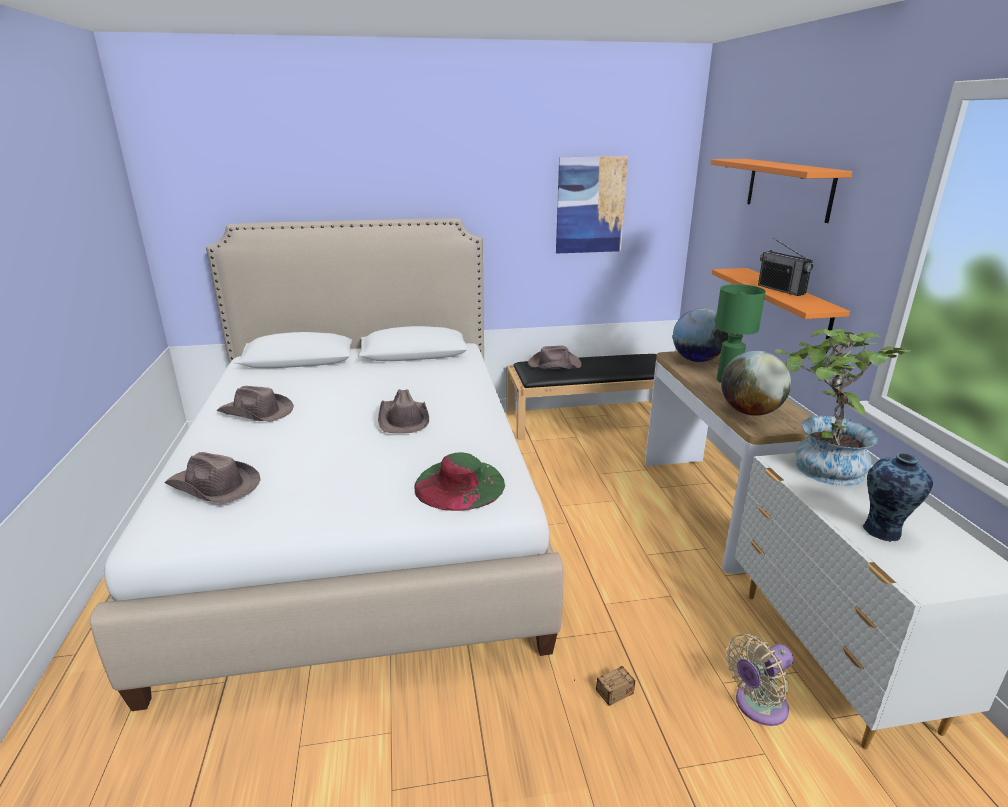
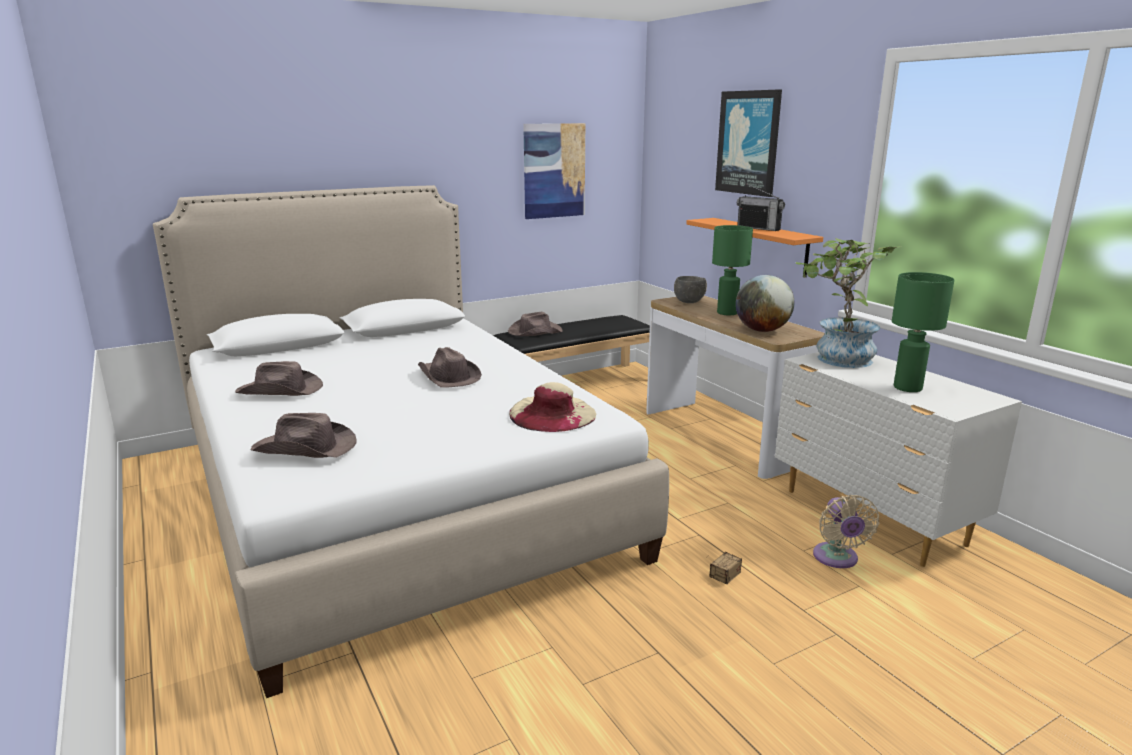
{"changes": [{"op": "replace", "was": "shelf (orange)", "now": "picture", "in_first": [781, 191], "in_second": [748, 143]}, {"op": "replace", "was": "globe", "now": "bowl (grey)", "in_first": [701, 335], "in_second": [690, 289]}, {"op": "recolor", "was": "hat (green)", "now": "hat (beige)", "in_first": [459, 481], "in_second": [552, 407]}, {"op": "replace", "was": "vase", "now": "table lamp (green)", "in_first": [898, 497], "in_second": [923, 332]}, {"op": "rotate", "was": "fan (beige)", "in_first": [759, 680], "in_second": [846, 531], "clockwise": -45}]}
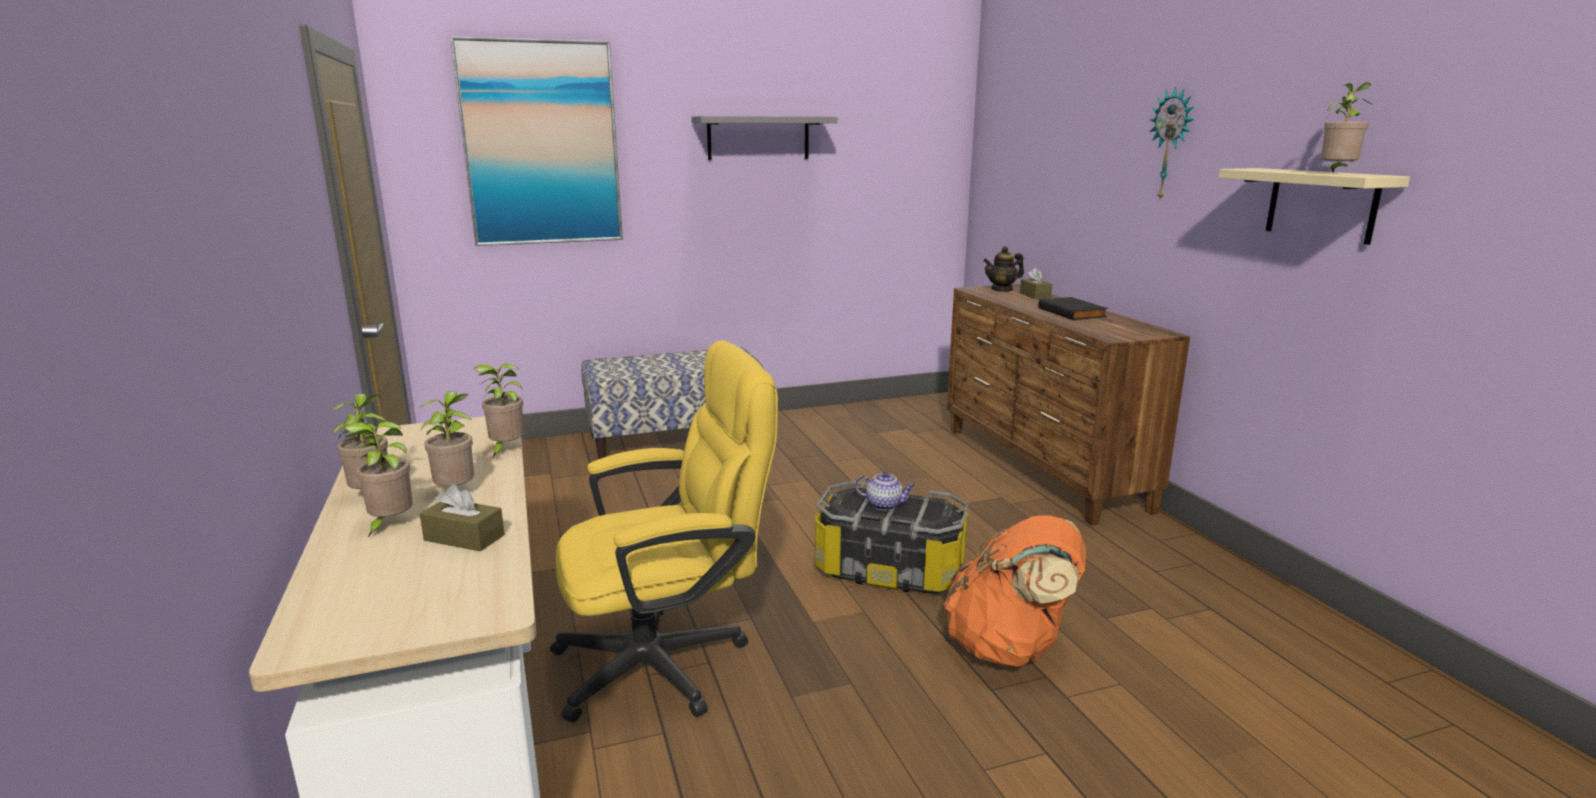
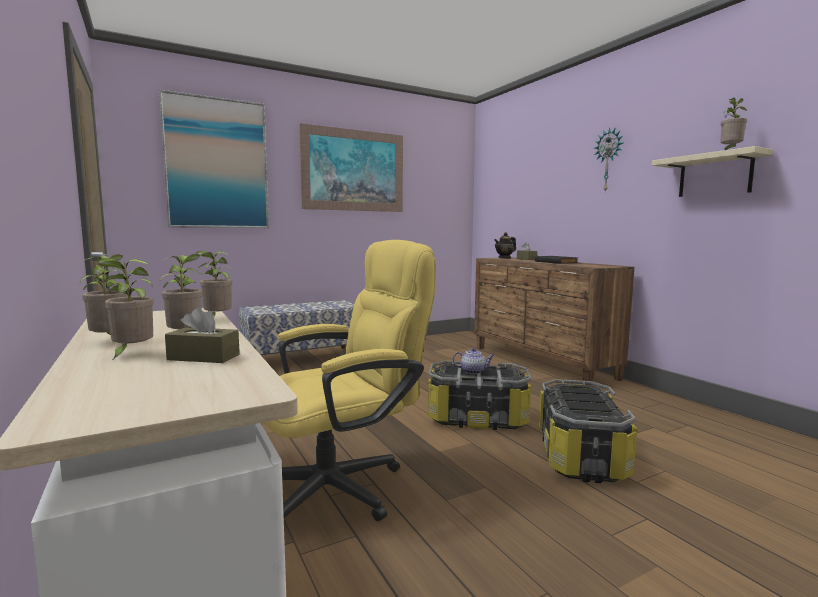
{"changes": [{"op": "replace", "was": "shelf (grey)", "now": "picture", "in_first": [764, 138], "in_second": [351, 167]}, {"op": "replace", "was": "backpack (orange)", "now": "storage box", "in_first": [1015, 590], "in_second": [588, 431]}]}
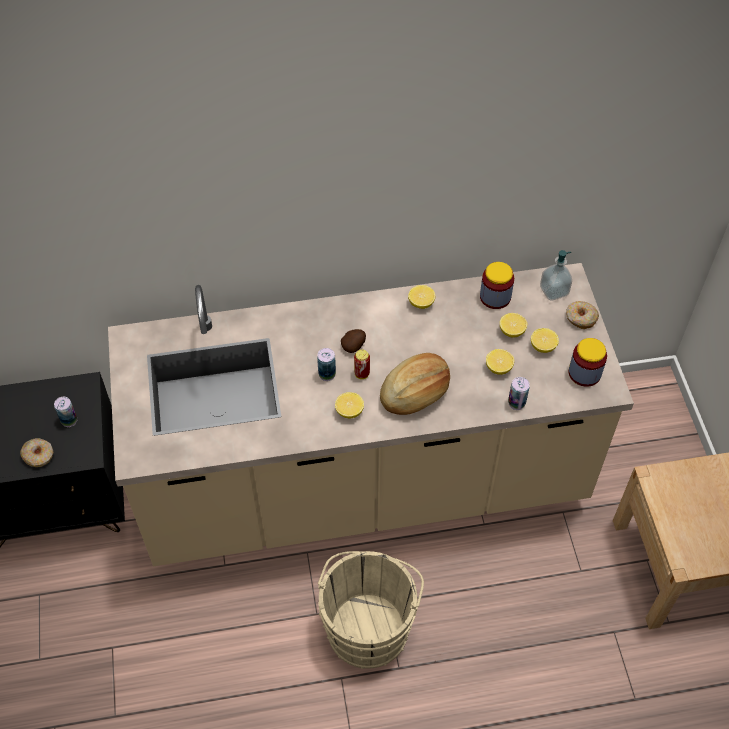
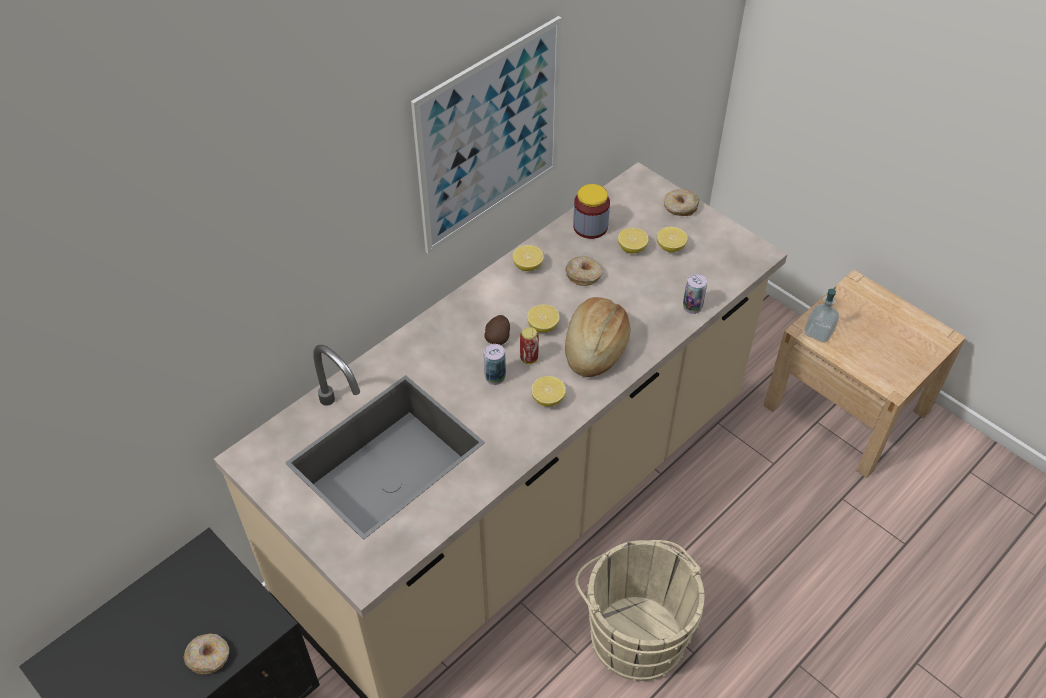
{"changes": [{"op": "move", "was": "soap dispenser", "in_first": [556, 275], "in_second": [822, 315]}, {"op": "delete", "was": "jar", "in_first": [588, 362]}, {"op": "move", "was": "lemon", "in_first": [500, 362], "in_second": [543, 319]}, {"op": "delete", "was": "can", "in_first": [65, 412]}, {"op": "insert", "now": "picture", "in_second": [486, 135]}, {"op": "insert", "now": "donut", "in_second": [584, 271]}]}
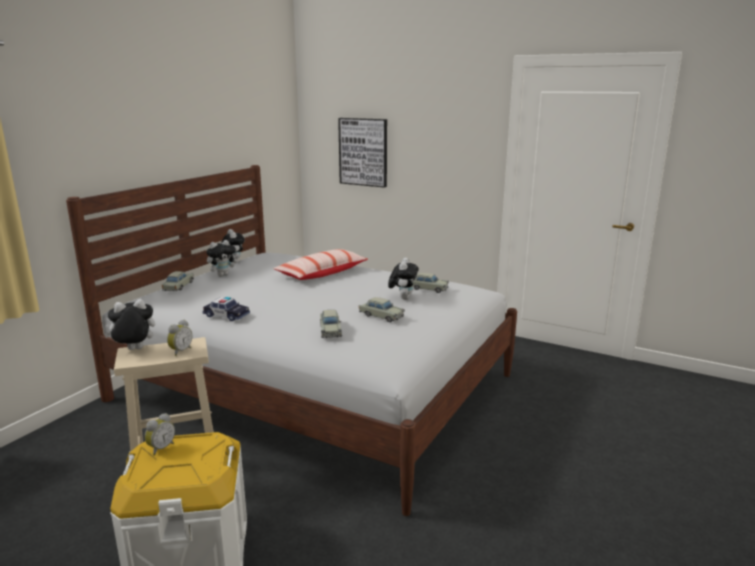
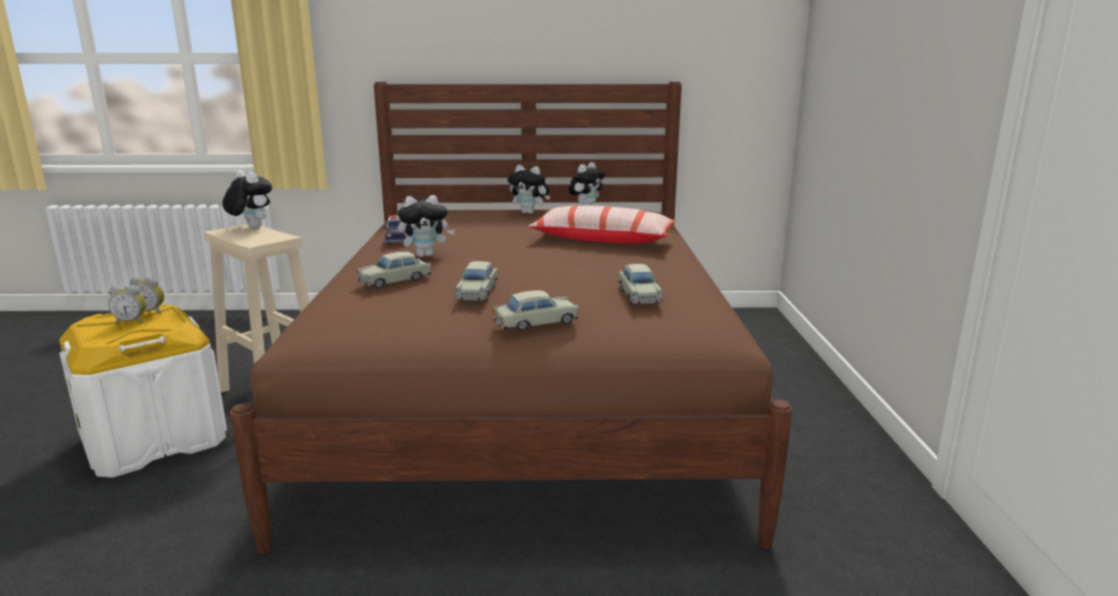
{"changes": [{"op": "delete", "was": "picture", "in_first": [362, 153]}, {"op": "recolor", "was": "bed (white)", "now": "bed (brown)", "in_first": [291, 340], "in_second": [511, 317]}, {"op": "move", "was": "plush toy", "in_first": [403, 279], "in_second": [426, 226]}, {"op": "move", "was": "toy car (beige)", "in_first": [178, 281], "in_second": [535, 311]}, {"op": "move", "was": "alarm clock", "in_first": [179, 338], "in_second": [127, 304]}]}
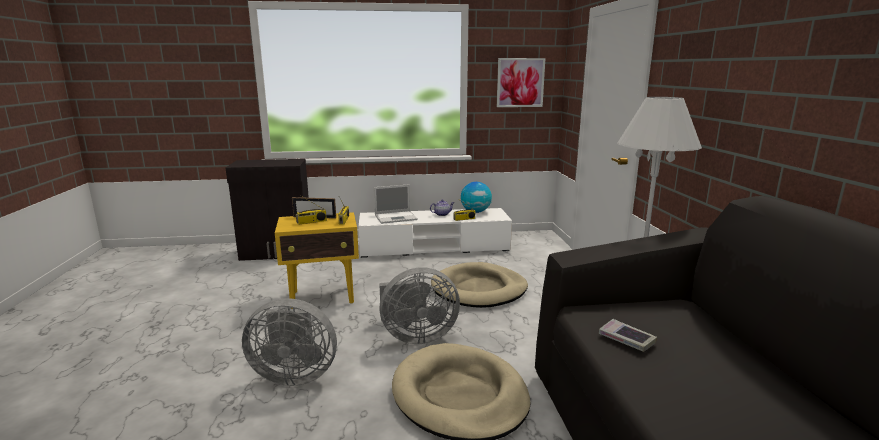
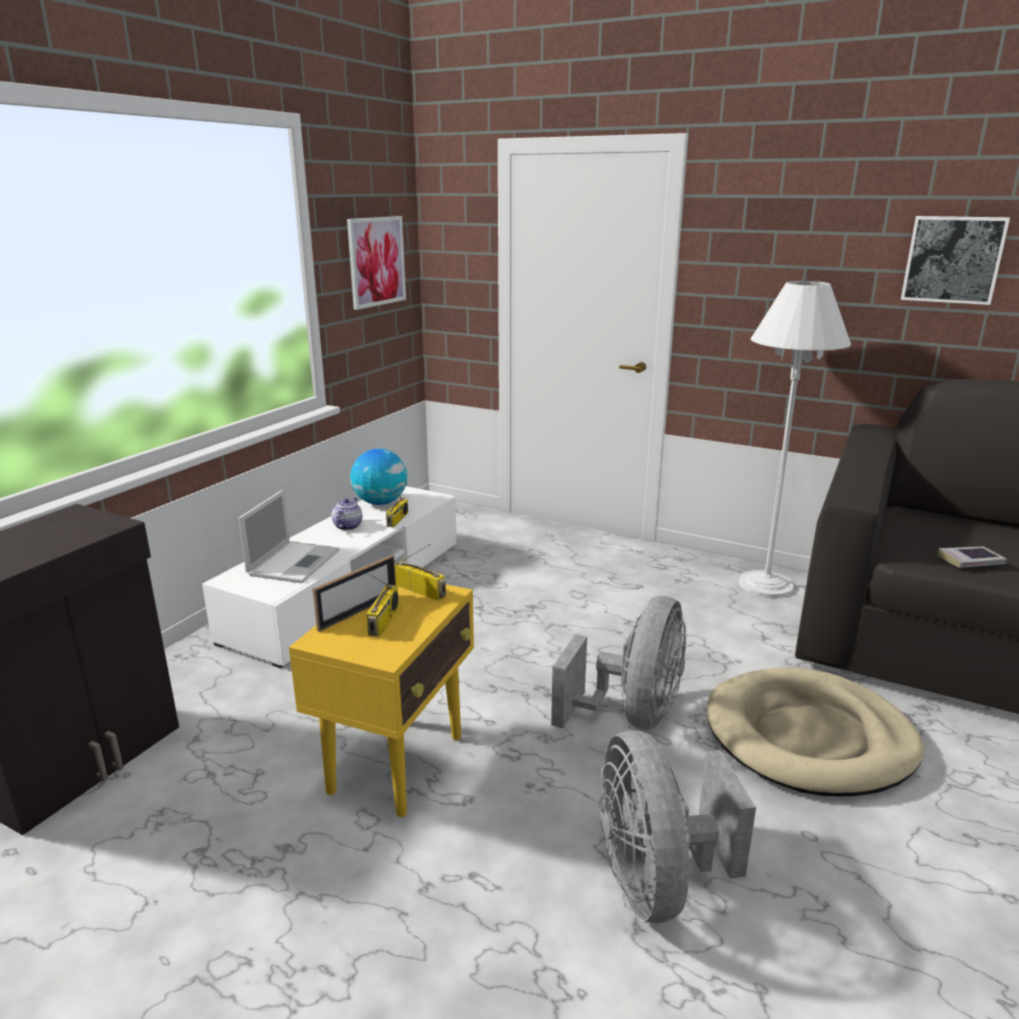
{"changes": [{"op": "delete", "was": "dog bed (beige)", "in_first": [479, 285]}, {"op": "rotate", "was": "fan (grey)", "in_first": [289, 342], "in_second": [677, 826], "clockwise": 135}, {"op": "insert", "now": "picture", "in_second": [955, 260]}]}
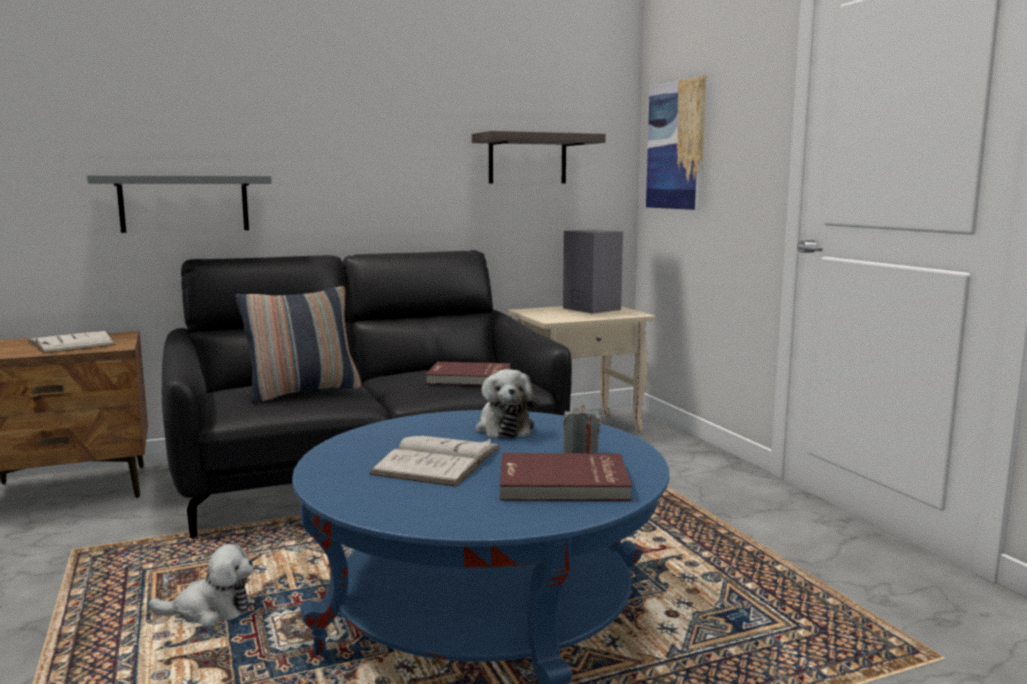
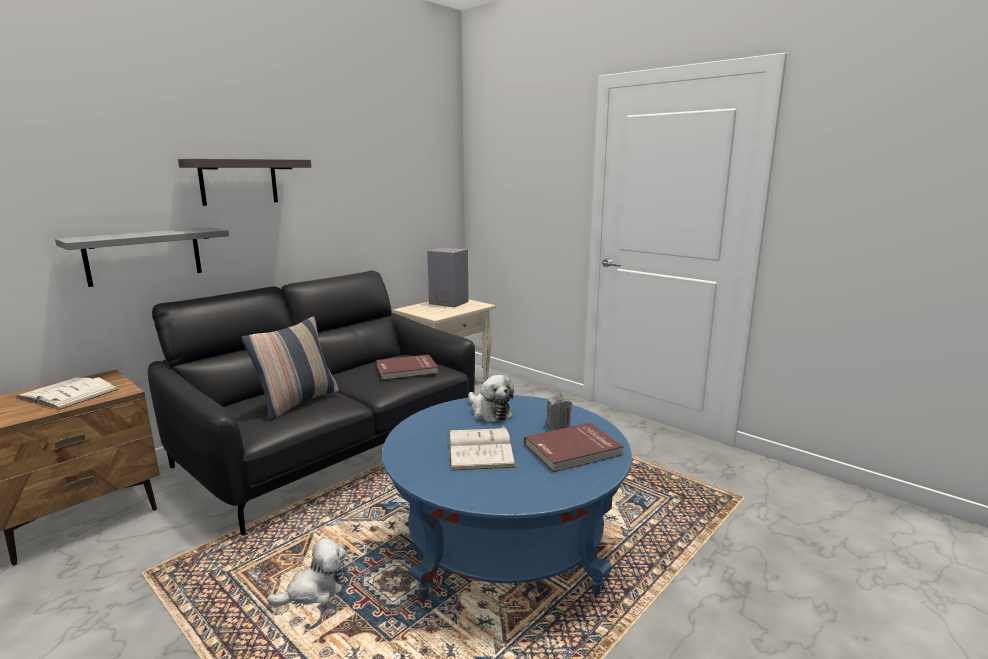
{"changes": [{"op": "delete", "was": "picture", "in_first": [676, 143]}, {"op": "move", "was": "shelf", "in_first": [539, 157], "in_second": [244, 182]}]}
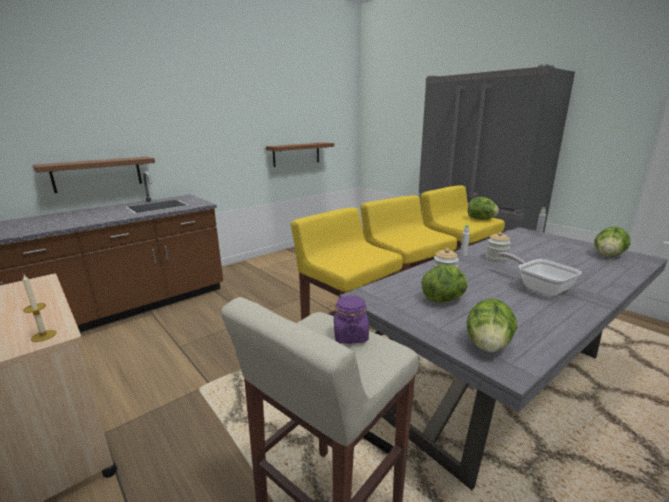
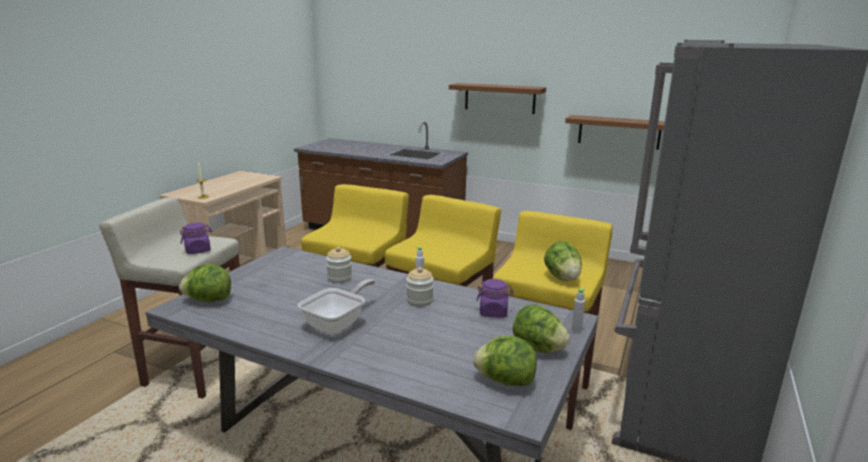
{"changes": [{"op": "move", "was": "shelf (brown)", "in_first": [94, 175], "in_second": [497, 98]}, {"op": "move", "was": "lettuce", "in_first": [444, 284], "in_second": [541, 329]}, {"op": "insert", "now": "jar (purple)", "in_second": [494, 298]}]}
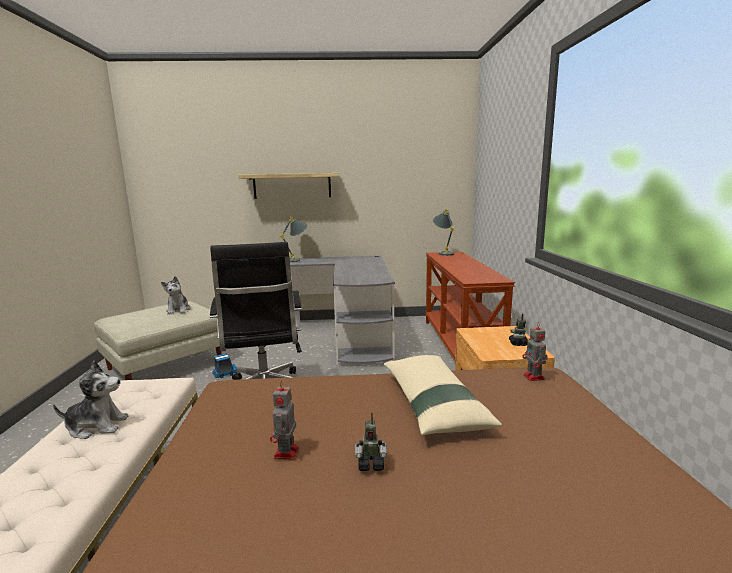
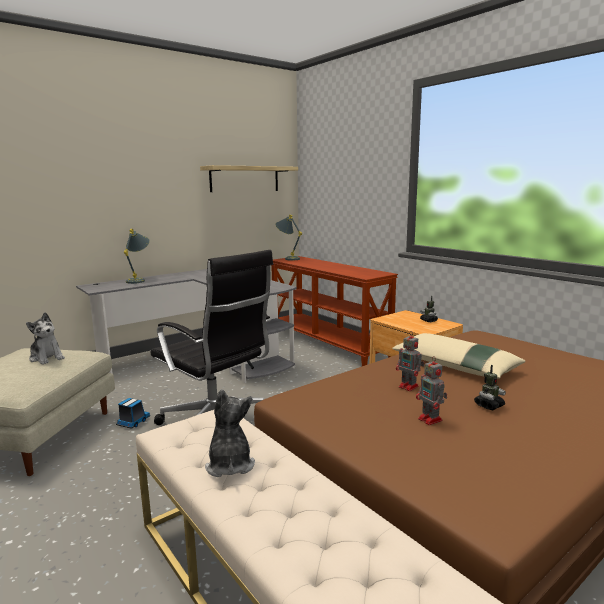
{"changes": [{"op": "move", "was": "shelf", "in_first": [288, 186], "in_second": [249, 178]}, {"op": "move", "was": "toy robot", "in_first": [535, 351], "in_second": [410, 361]}, {"op": "rotate", "was": "plush toy", "in_first": [91, 400], "in_second": [230, 433], "clockwise": -60}]}
